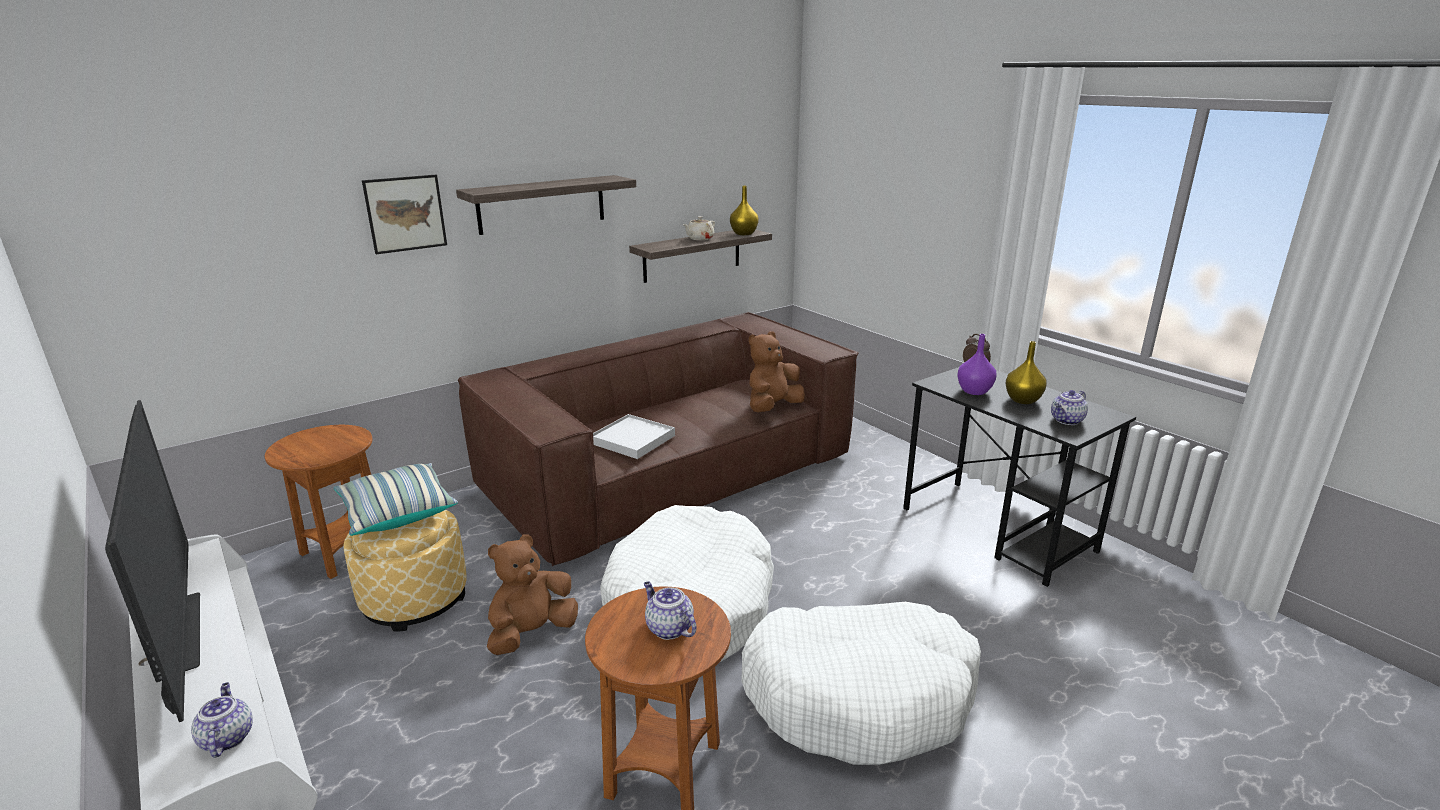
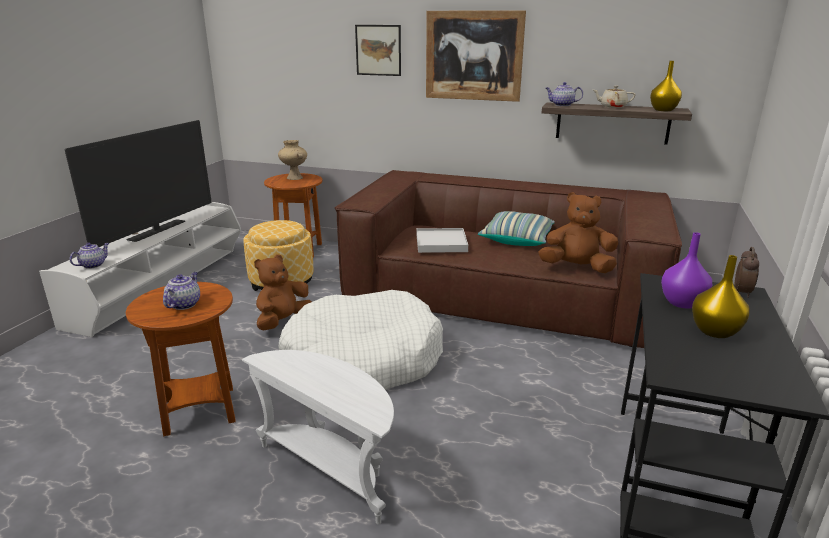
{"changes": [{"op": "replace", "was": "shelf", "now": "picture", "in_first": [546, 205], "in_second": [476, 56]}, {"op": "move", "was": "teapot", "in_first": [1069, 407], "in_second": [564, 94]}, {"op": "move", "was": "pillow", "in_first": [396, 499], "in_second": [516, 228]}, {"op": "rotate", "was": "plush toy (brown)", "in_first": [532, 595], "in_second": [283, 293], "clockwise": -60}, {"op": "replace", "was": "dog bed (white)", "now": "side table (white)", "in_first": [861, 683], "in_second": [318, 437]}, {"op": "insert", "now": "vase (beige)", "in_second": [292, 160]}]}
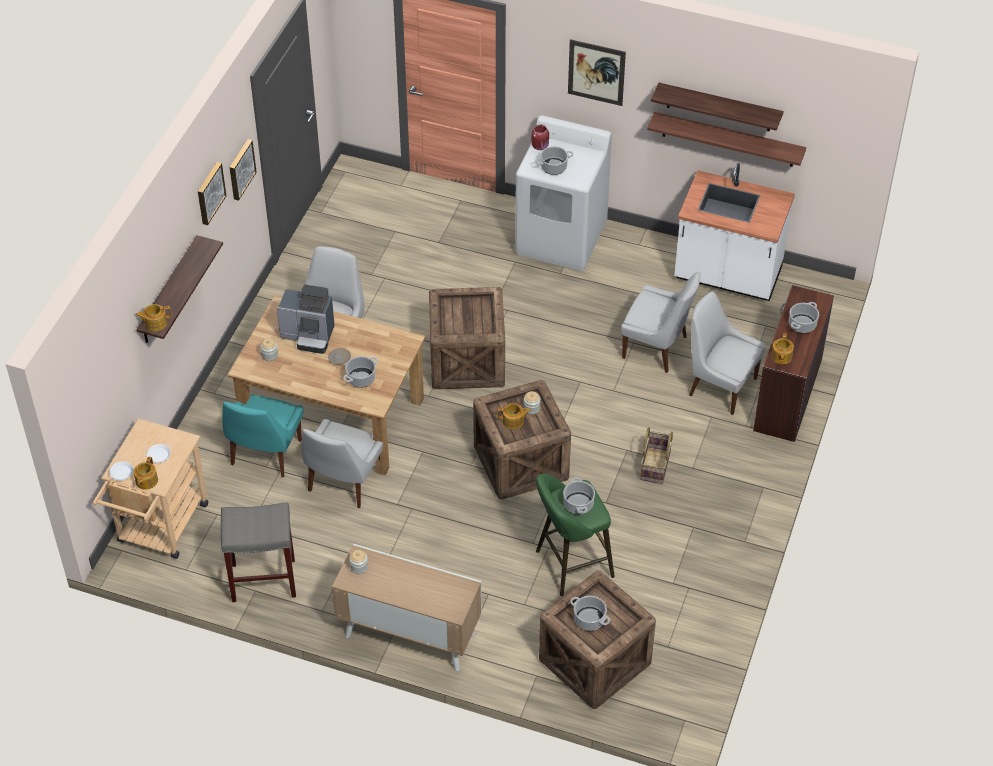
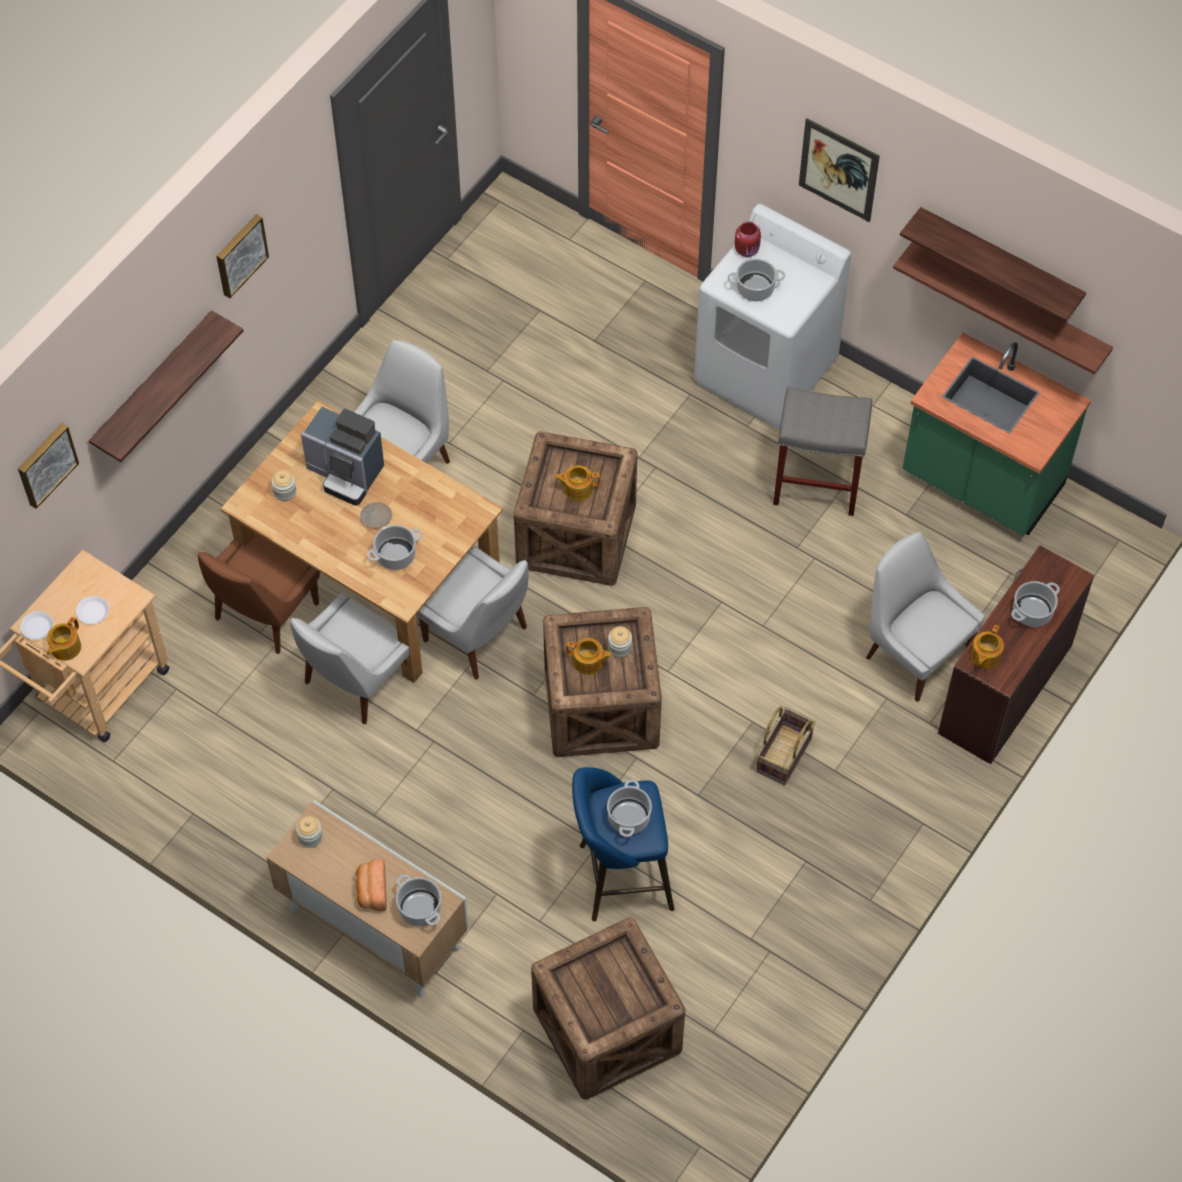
{"changes": [{"op": "move", "was": "picture", "in_first": [243, 170], "in_second": [48, 466]}, {"op": "recolor", "was": "counter (white)", "now": "counter (green)", "in_first": [734, 232], "in_second": [996, 434]}, {"op": "move", "was": "chair (white)", "in_first": [660, 322], "in_second": [472, 612]}, {"op": "move", "was": "teapot", "in_first": [154, 317], "in_second": [577, 483]}, {"op": "recolor", "was": "chair (turquoise)", "now": "chair (brown)", "in_first": [262, 435], "in_second": [259, 593]}, {"op": "recolor", "was": "stool (green)", "now": "stool (blue)", "in_first": [575, 535], "in_second": [623, 844]}, {"op": "move", "was": "stool (grey)", "in_first": [258, 552], "in_second": [822, 451]}, {"op": "move", "was": "cooking pot", "in_first": [590, 613], "in_second": [418, 900]}, {"op": "insert", "now": "bread", "in_second": [371, 885]}]}
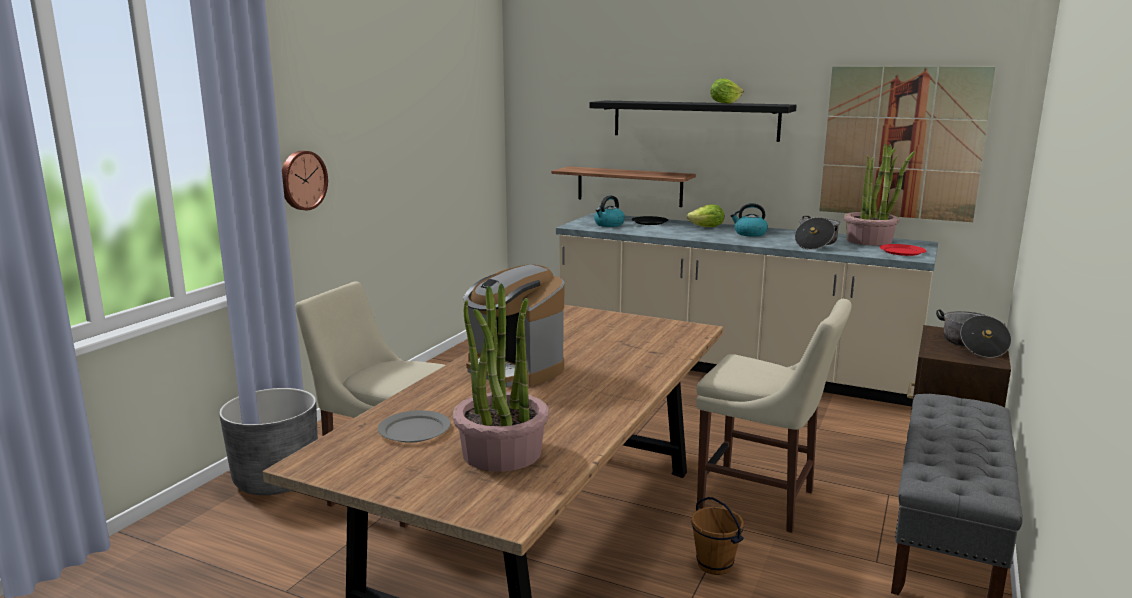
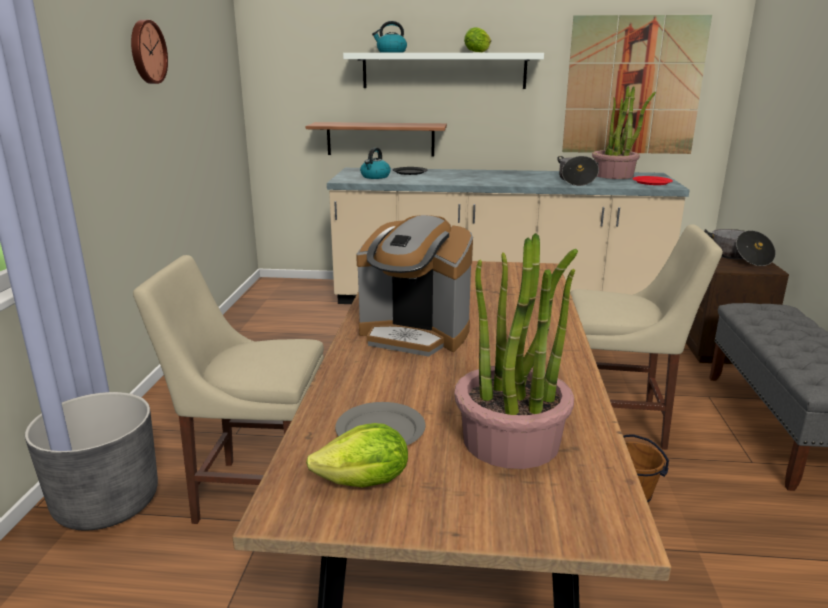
{"changes": [{"op": "recolor", "was": "shelf (black)", "now": "shelf (white)", "in_first": [693, 121], "in_second": [443, 71]}, {"op": "move", "was": "wall clock", "in_first": [305, 180], "in_second": [149, 52]}, {"op": "move", "was": "kettle", "in_first": [749, 220], "in_second": [389, 36]}, {"op": "move", "was": "lettuce", "in_first": [705, 215], "in_second": [357, 455]}]}
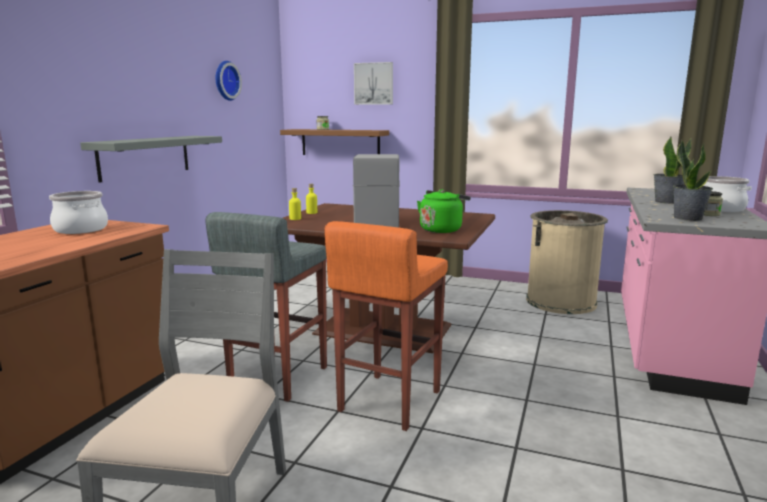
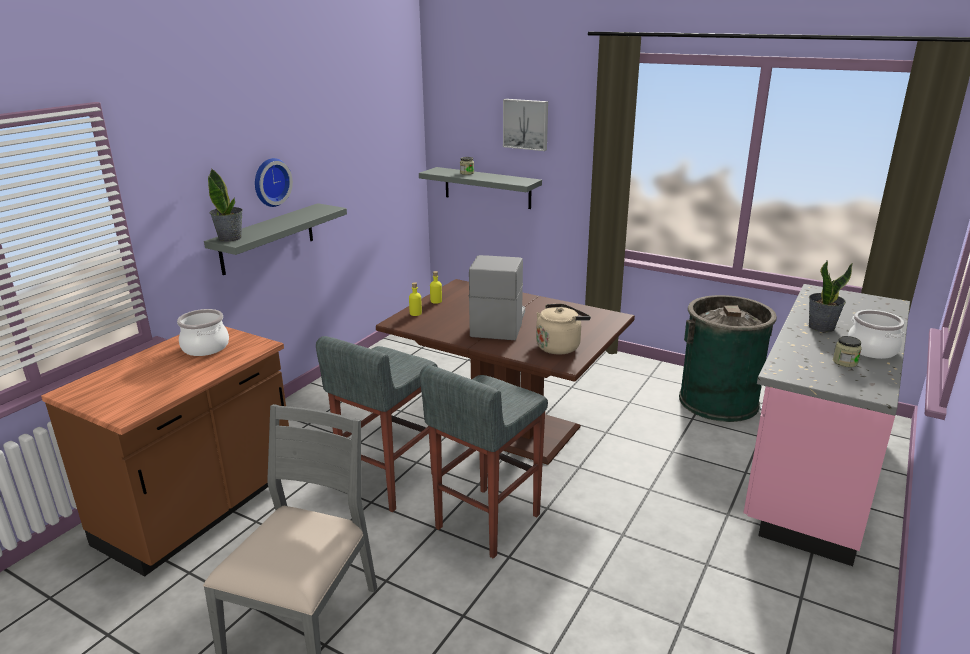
{"changes": [{"op": "move", "was": "wall clock", "in_first": [229, 81], "in_second": [274, 182]}, {"op": "recolor", "was": "shelf (brown)", "now": "shelf (grey)", "in_first": [334, 142], "in_second": [480, 188]}, {"op": "move", "was": "potted plant", "in_first": [693, 180], "in_second": [225, 205]}, {"op": "recolor", "was": "kettle (green)", "now": "kettle (beige)", "in_first": [444, 211], "in_second": [563, 329]}, {"op": "recolor", "was": "trash can (beige)", "now": "trash can (green)", "in_first": [567, 262], "in_second": [728, 358]}, {"op": "recolor", "was": "stool (orange)", "now": "stool (grey)", "in_first": [386, 326], "in_second": [484, 462]}]}
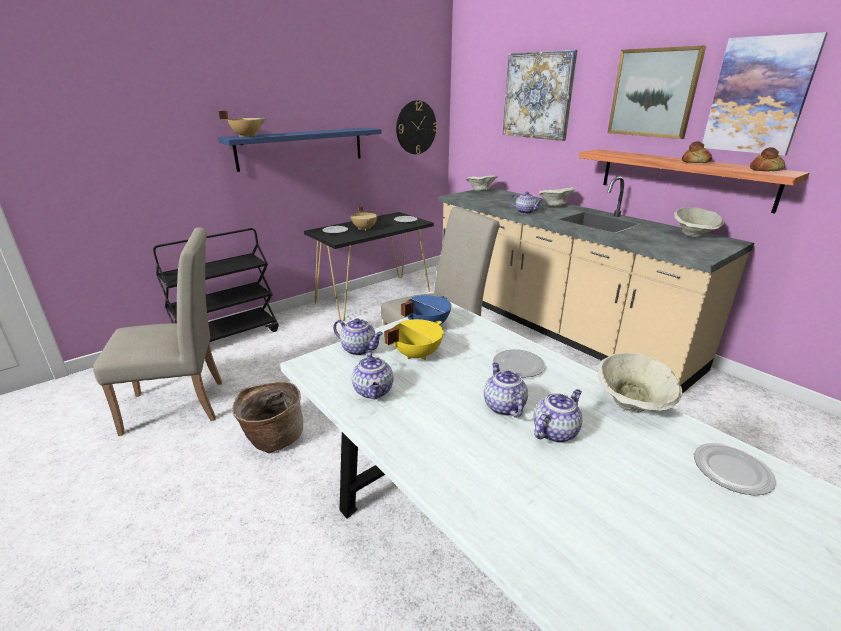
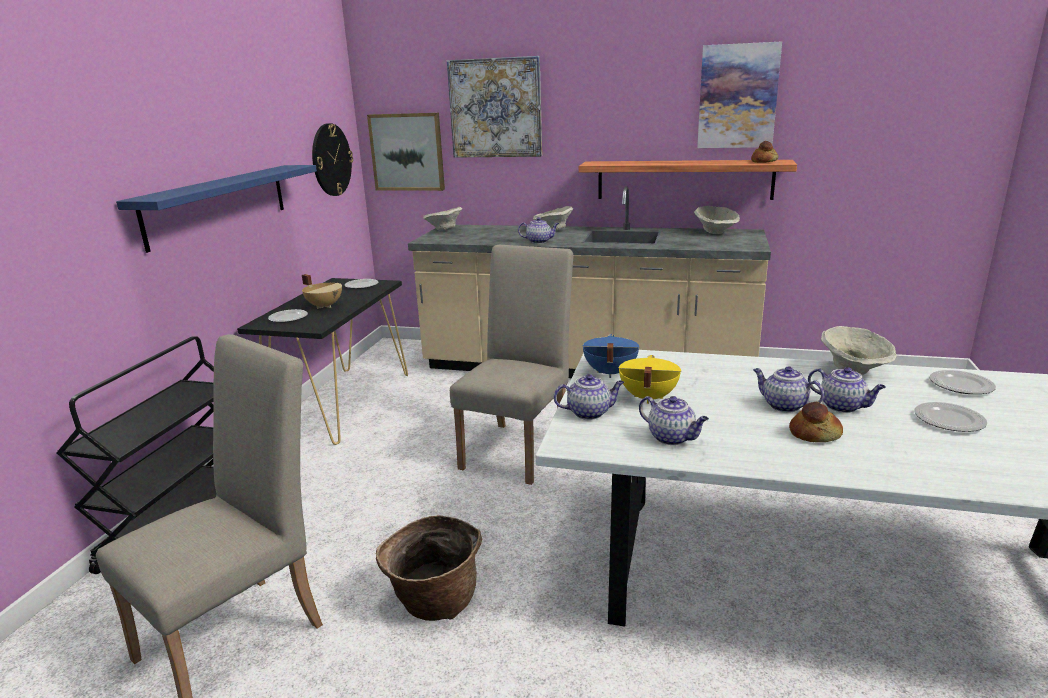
{"changes": [{"op": "move", "was": "picture", "in_first": [656, 92], "in_second": [406, 152]}, {"op": "delete", "was": "cooking pot (beige)", "in_first": [242, 124]}, {"op": "move", "was": "bread", "in_first": [697, 152], "in_second": [816, 422]}, {"op": "move", "was": "plate", "in_first": [519, 363], "in_second": [950, 417]}, {"op": "rotate", "was": "teapot", "in_first": [558, 416], "in_second": [847, 390], "clockwise": 120}]}
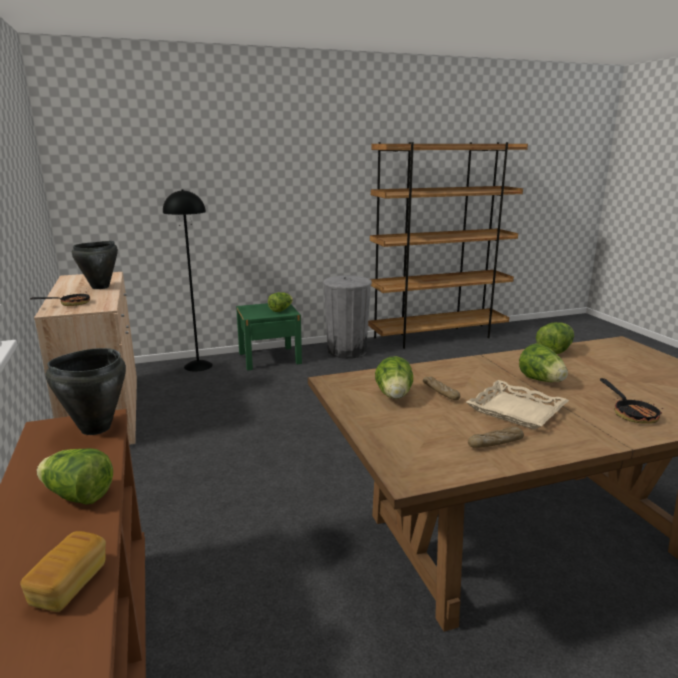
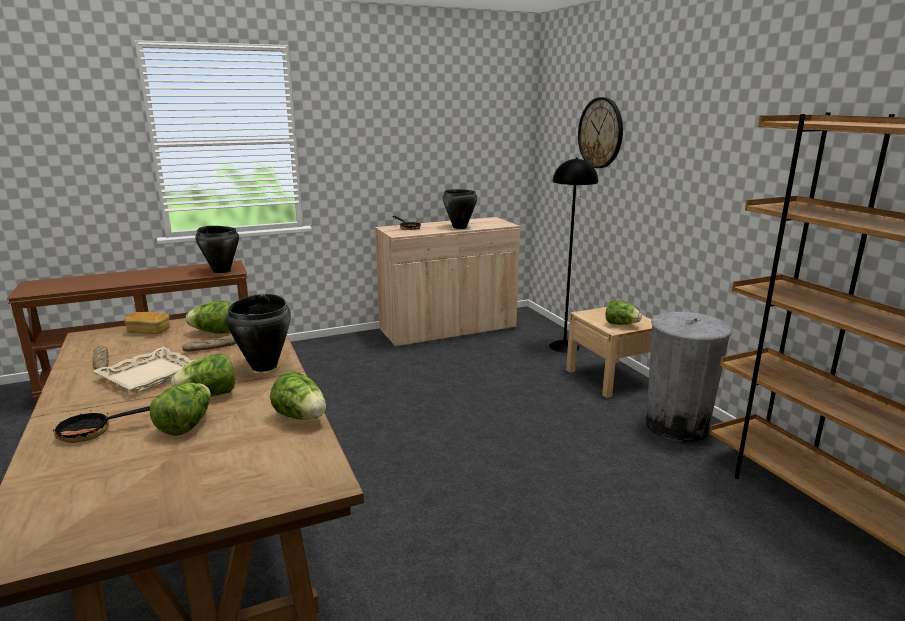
{"changes": [{"op": "recolor", "was": "nightstand (green)", "now": "nightstand (beige)", "in_first": [269, 337], "in_second": [609, 352]}, {"op": "move", "was": "lettuce", "in_first": [75, 476], "in_second": [180, 409]}, {"op": "move", "was": "bread", "in_first": [63, 571], "in_second": [147, 323]}, {"op": "insert", "now": "wall clock", "in_second": [600, 132]}, {"op": "insert", "now": "cooking pot (black)", "in_second": [258, 333]}]}
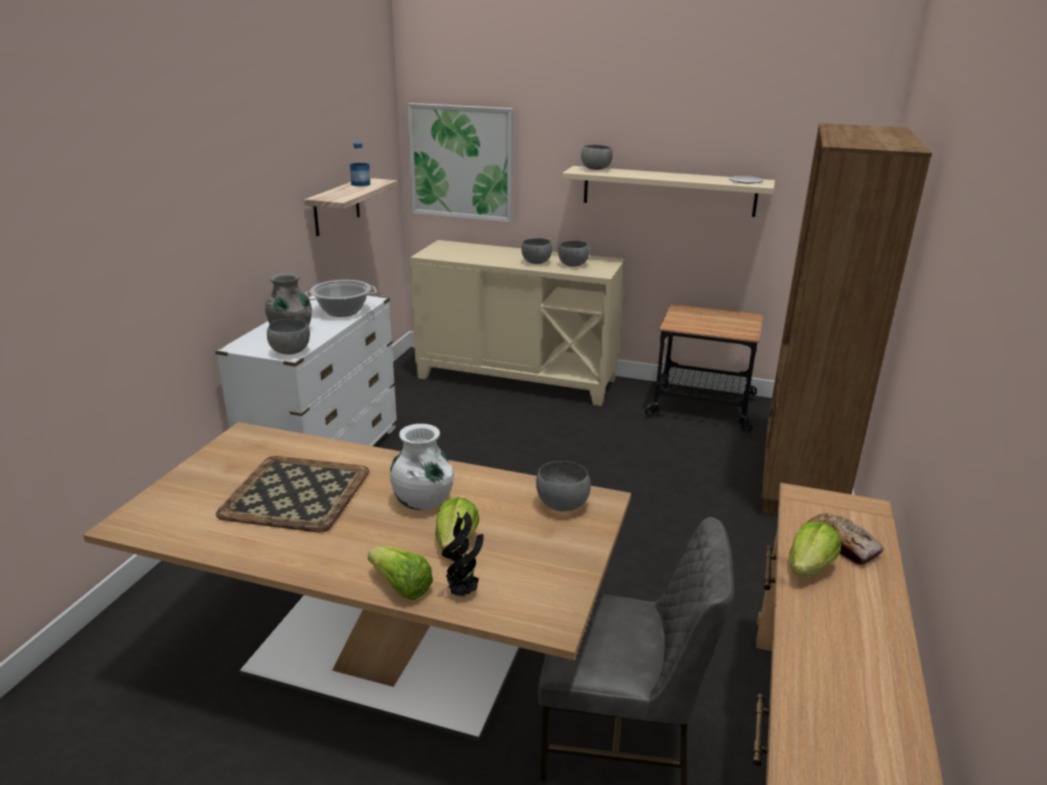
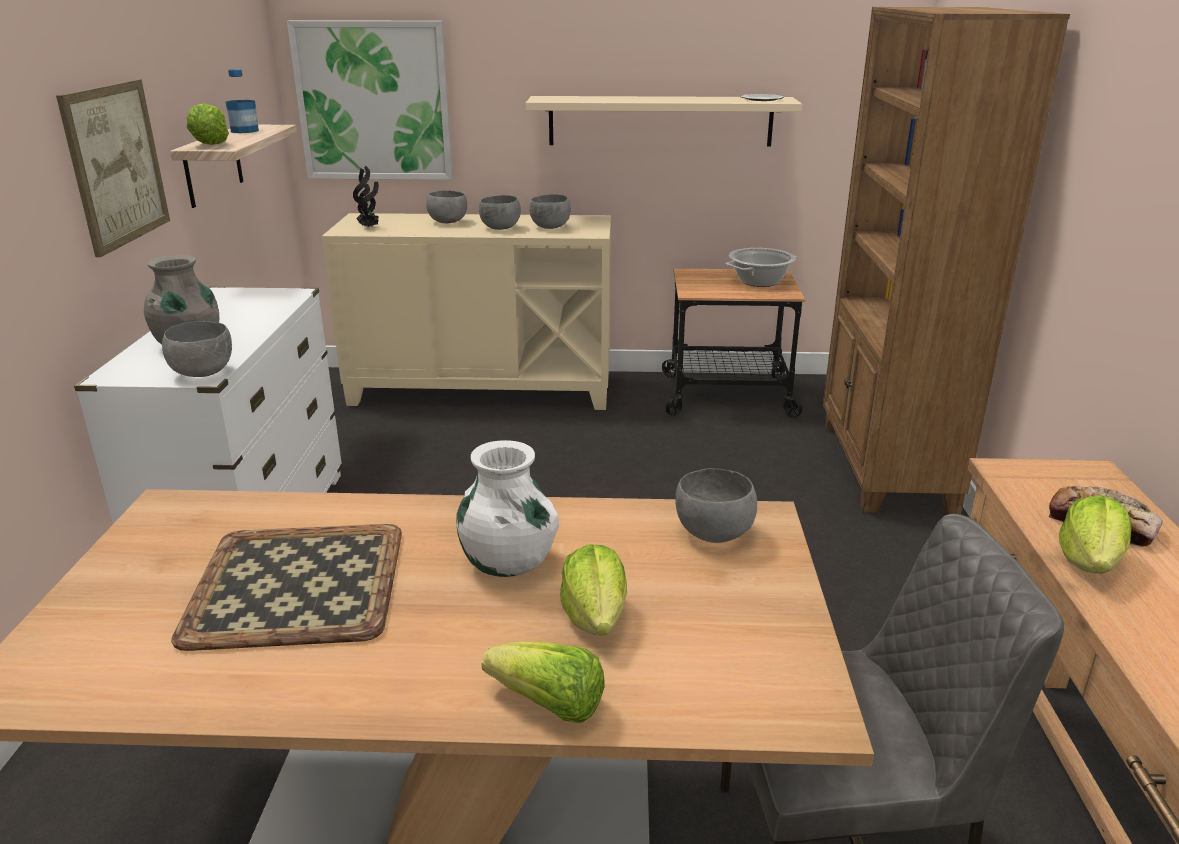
{"changes": [{"op": "move", "was": "bowl (grey)", "in_first": [597, 157], "in_second": [446, 206]}, {"op": "move", "was": "cooking pot", "in_first": [341, 298], "in_second": [761, 267]}, {"op": "move", "was": "potted plant", "in_first": [463, 554], "in_second": [366, 197]}, {"op": "insert", "now": "picture", "in_second": [113, 168]}, {"op": "insert", "now": "lettuce", "in_second": [208, 124]}]}
